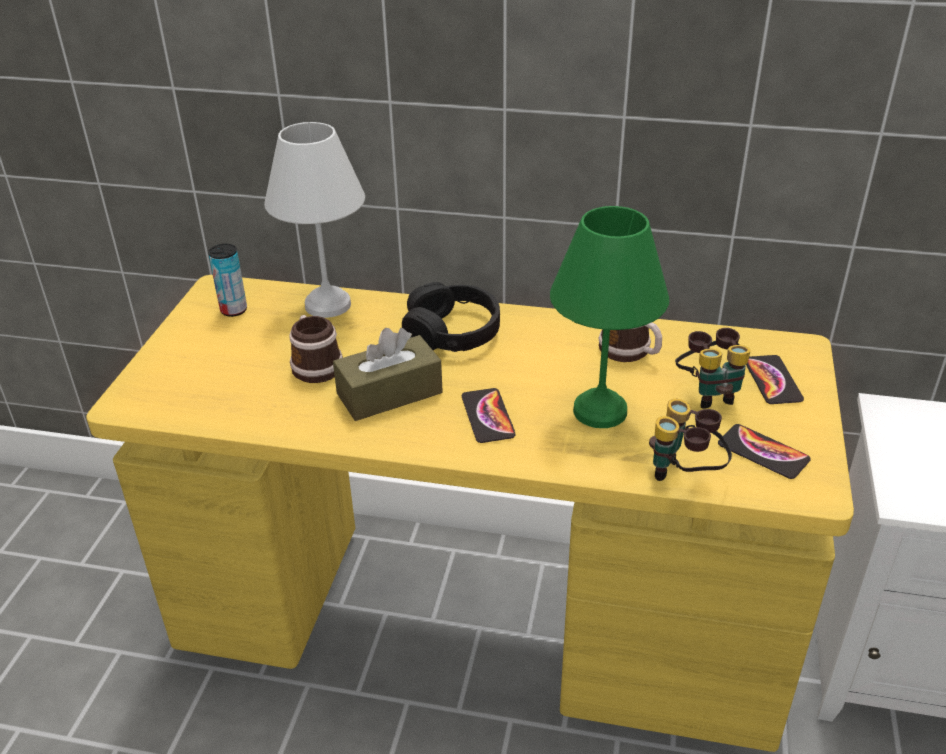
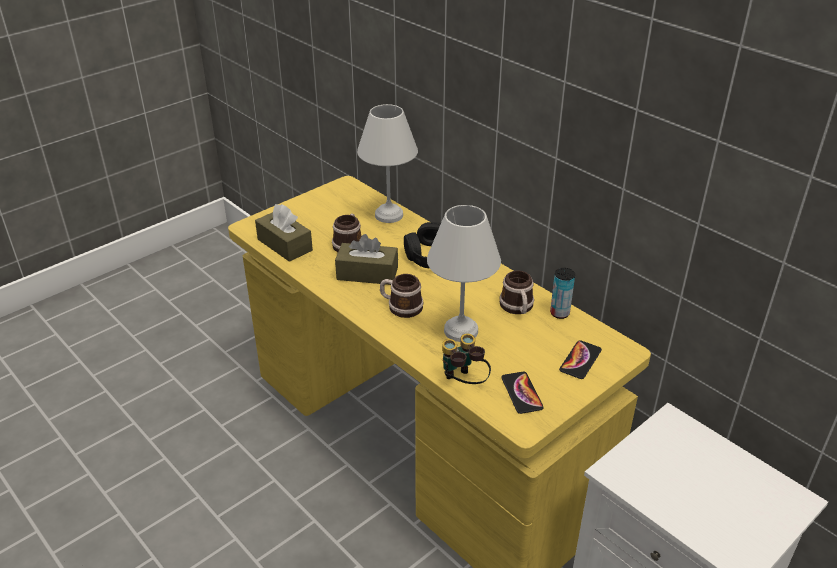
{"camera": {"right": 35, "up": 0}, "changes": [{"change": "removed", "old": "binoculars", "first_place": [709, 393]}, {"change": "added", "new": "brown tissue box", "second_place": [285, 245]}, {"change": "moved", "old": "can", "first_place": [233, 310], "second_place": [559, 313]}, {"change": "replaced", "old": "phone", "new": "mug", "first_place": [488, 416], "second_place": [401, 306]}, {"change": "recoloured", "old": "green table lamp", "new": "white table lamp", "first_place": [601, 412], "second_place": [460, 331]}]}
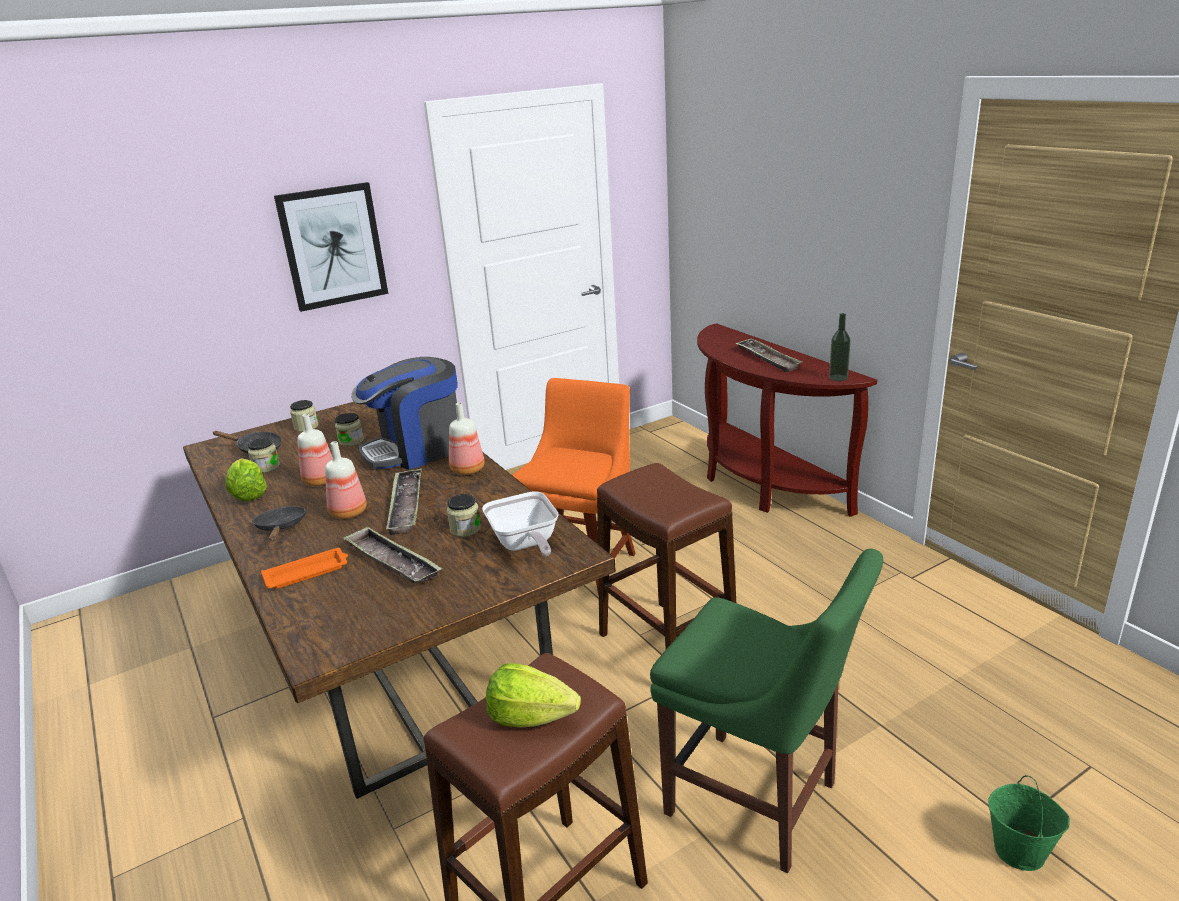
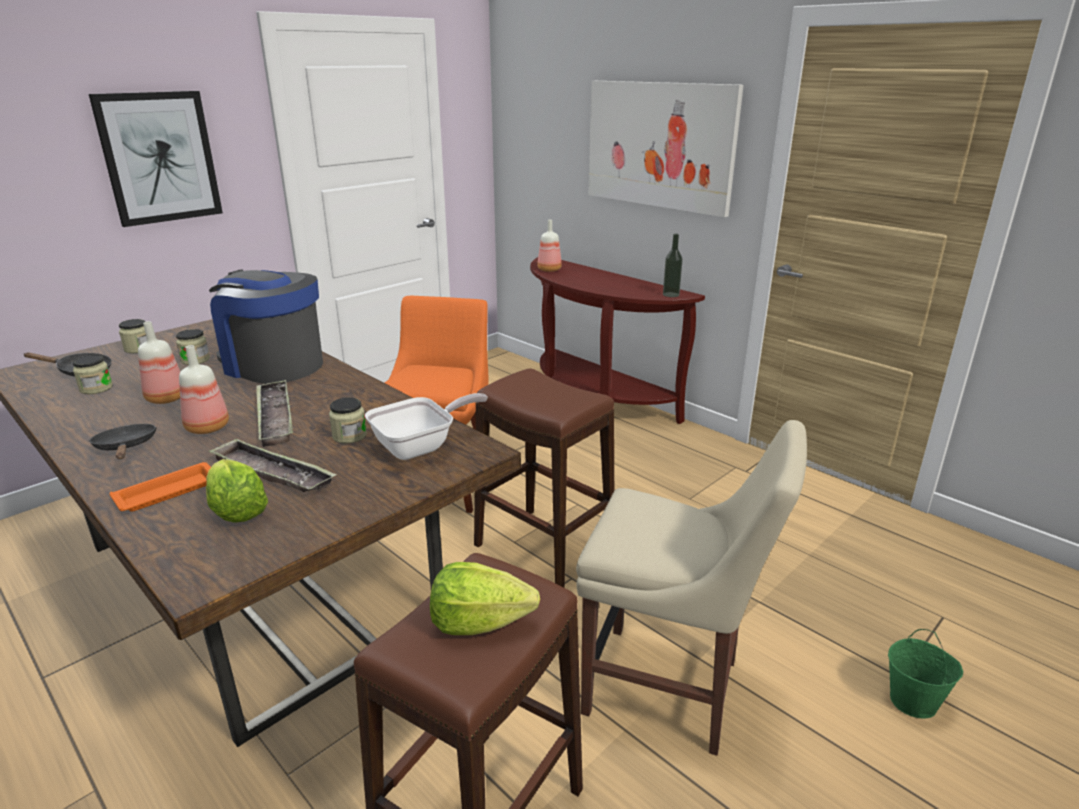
{"camera": {"right": -15, "up": 0}, "changes": [{"change": "removed", "old": "tray", "first_place": [767, 359]}, {"change": "added", "new": "picture", "second_place": [659, 145]}, {"change": "moved", "old": "lettuce", "first_place": [249, 494], "second_place": [237, 510]}, {"change": "moved", "old": "bottle", "first_place": [467, 470], "second_place": [549, 270]}, {"change": "recoloured", "old": "green chair", "new": "beige chair", "first_place": [758, 802], "second_place": [670, 689]}, {"change": "turned", "old": "coffee machine", "first_place": [416, 450], "second_place": [273, 365], "degrees": 75}, {"change": "turned", "old": "frying pan", "first_place": [525, 544], "second_place": [421, 446], "degrees": -90}]}
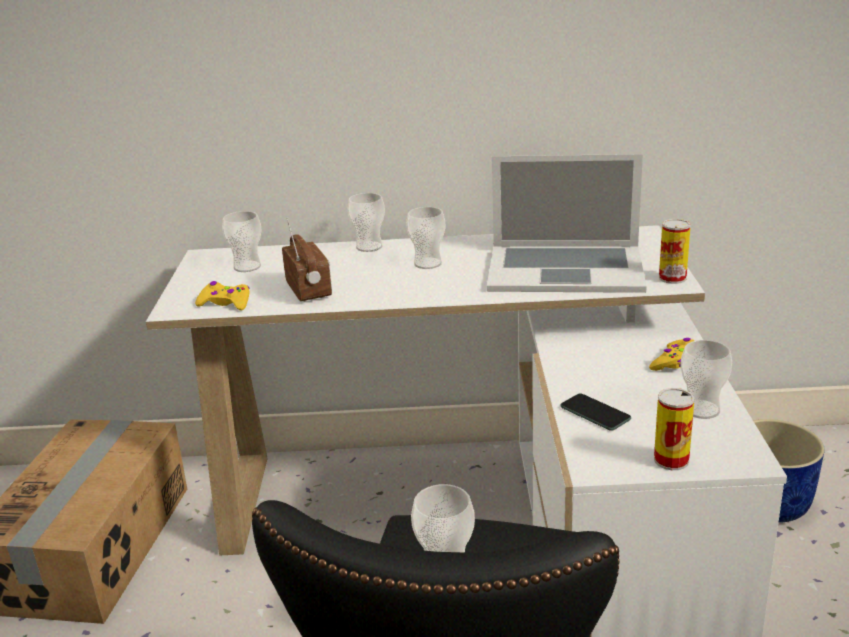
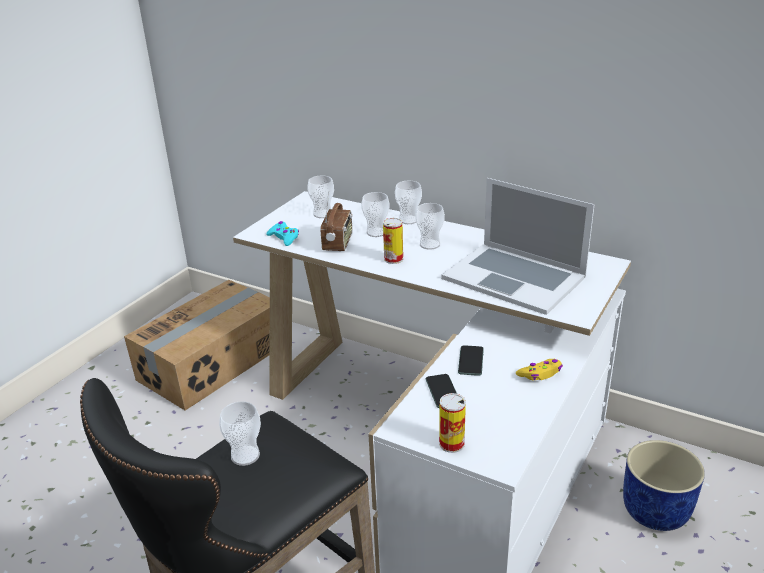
{"camera": {"right": 30, "up": 5}, "changes": [{"change": "added", "new": "phone", "second_place": [471, 361]}, {"change": "moved", "old": "can", "first_place": [672, 278], "second_place": [393, 259]}, {"change": "moved", "old": "cup", "first_place": [701, 410], "second_place": [376, 232]}, {"change": "recoloured", "old": "yellow game controller", "new": "turquoise game controller", "first_place": [225, 303], "second_place": [284, 238]}]}
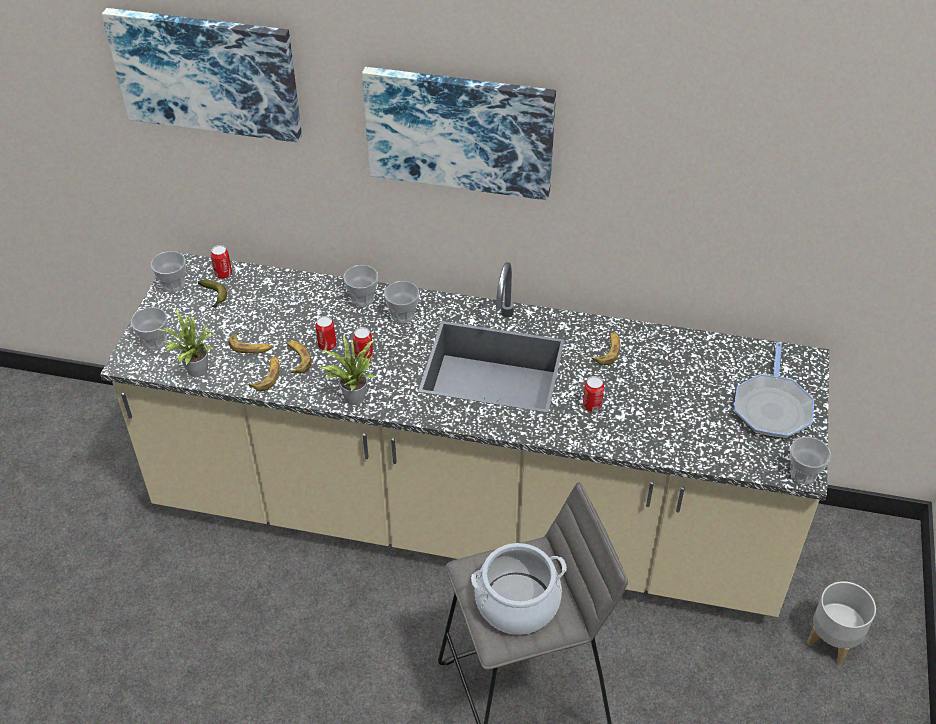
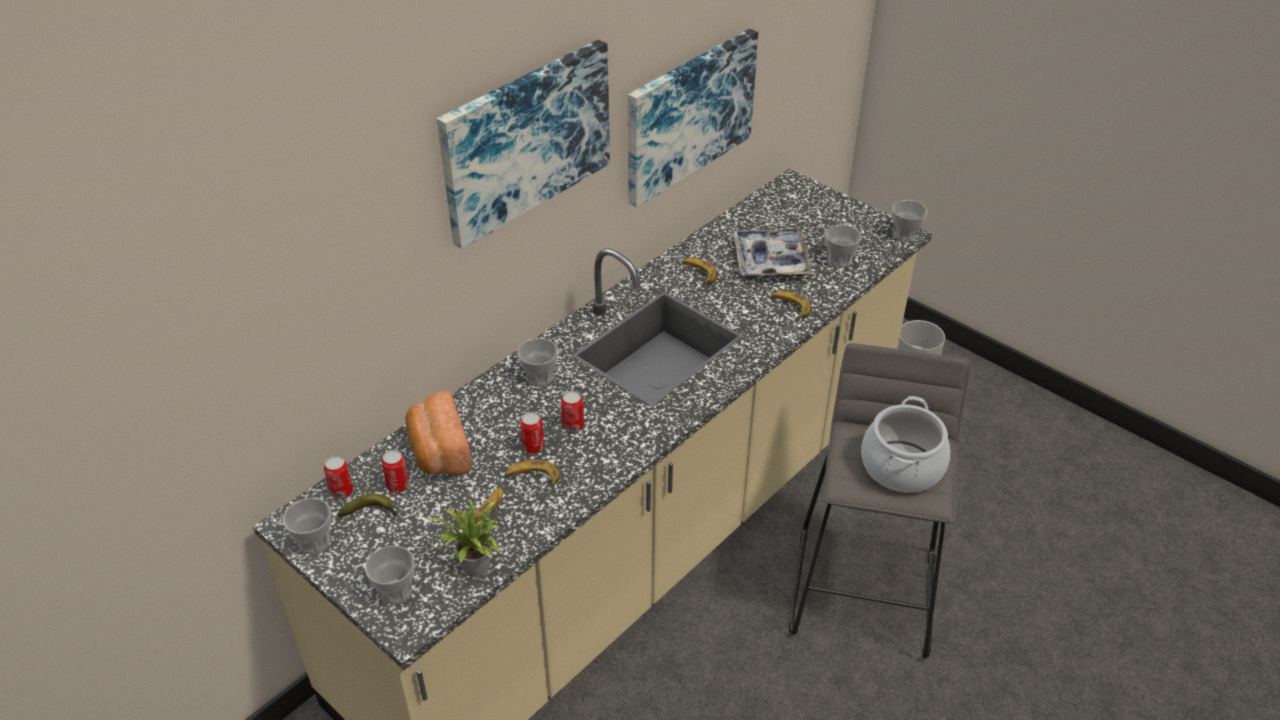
{"camera": {"right": -60, "up": -5}, "changes": [{"change": "removed", "old": "potted plant", "first_place": [352, 395]}, {"change": "removed", "old": "frying pan", "first_place": [772, 407]}, {"change": "added", "new": "bread", "second_place": [439, 451]}, {"change": "added", "new": "tray", "second_place": [771, 260]}, {"change": "moved", "old": "picture", "first_place": [207, 72], "second_place": [688, 114]}, {"change": "moved", "old": "banana", "first_place": [267, 376], "second_place": [790, 307]}, {"change": "moved", "old": "cup", "first_place": [362, 298], "second_place": [839, 260]}, {"change": "moved", "old": "can", "first_place": [592, 406], "second_place": [398, 485]}]}
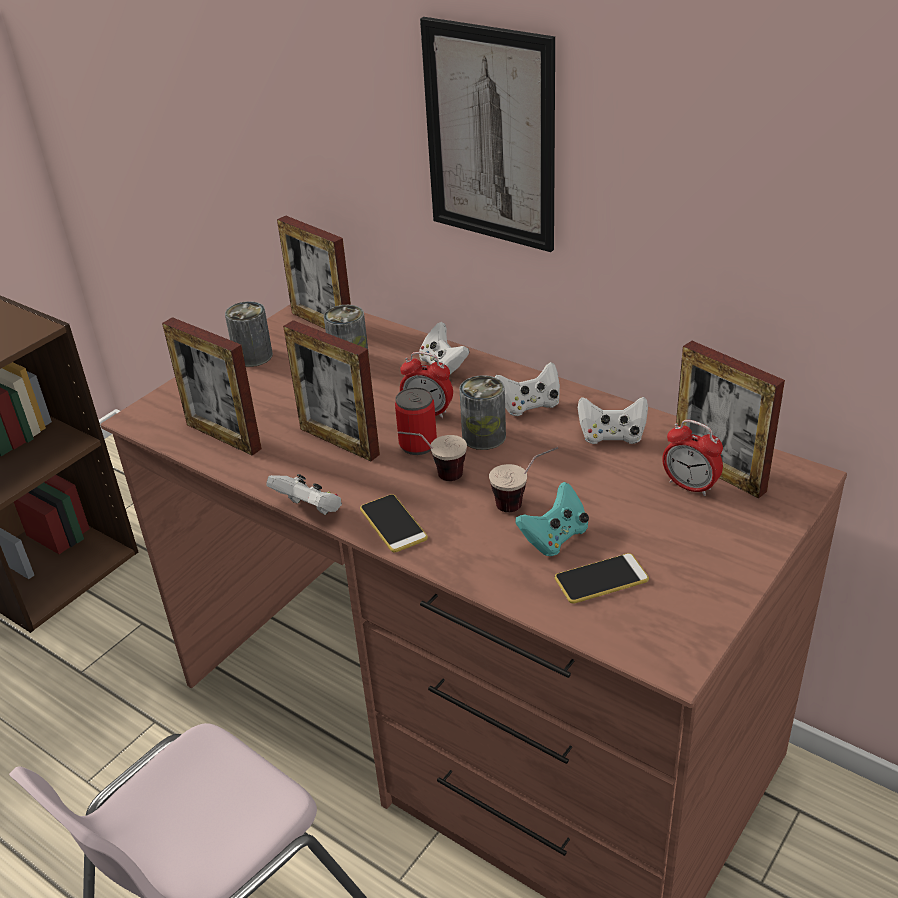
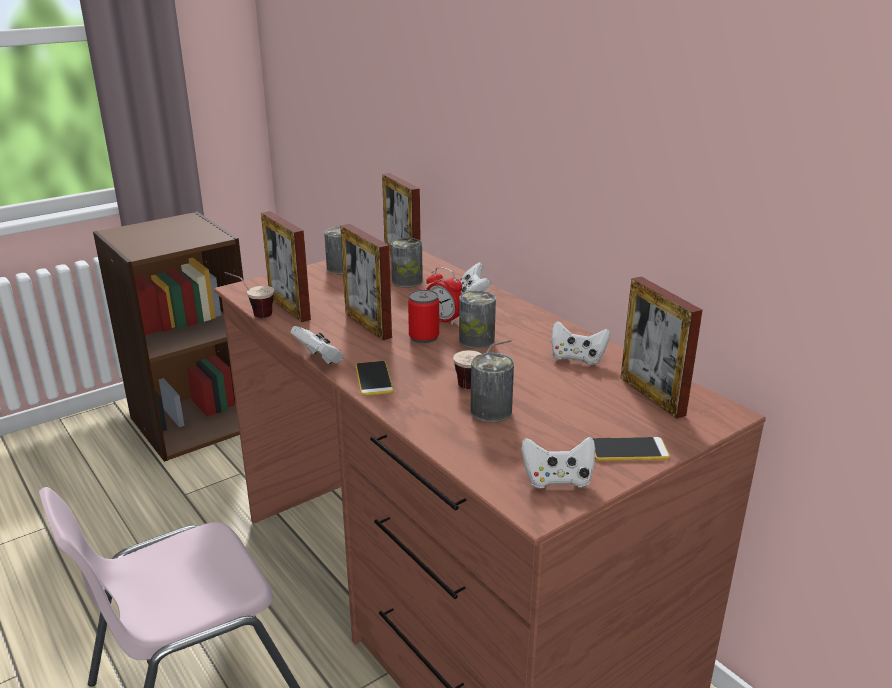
{"camera": {"right": 15, "up": -10}, "changes": [{"change": "removed", "old": "picture", "first_place": [490, 136]}, {"change": "removed", "old": "alarm clock", "first_place": [690, 486]}, {"change": "moved", "old": "cup", "first_place": [435, 476], "second_place": [252, 314]}, {"change": "moved", "old": "white game controller", "first_place": [529, 405], "second_place": [557, 480]}, {"change": "moved", "old": "phone", "first_place": [601, 579], "second_place": [628, 450]}, {"change": "replaced", "old": "turquoise game controller", "new": "can", "first_place": [554, 538], "second_place": [491, 411]}]}
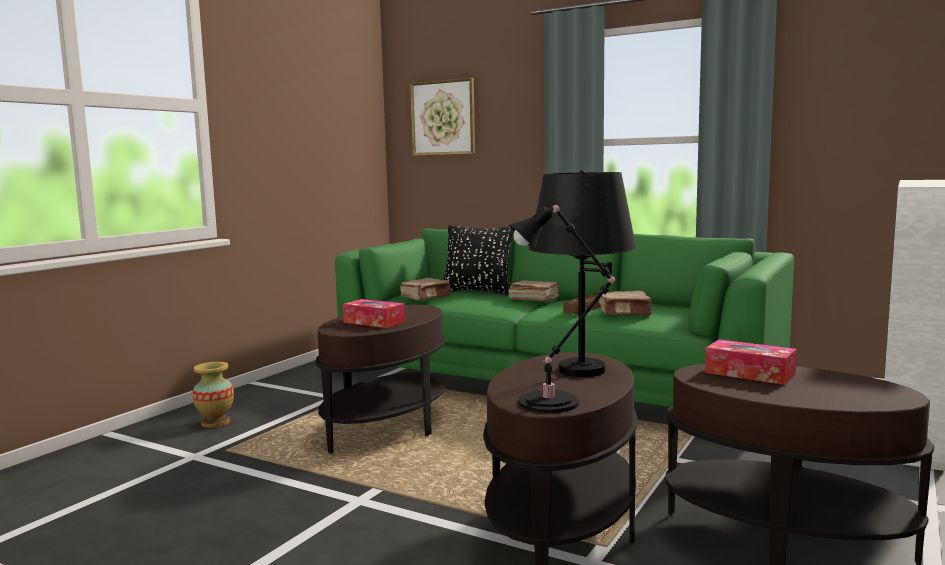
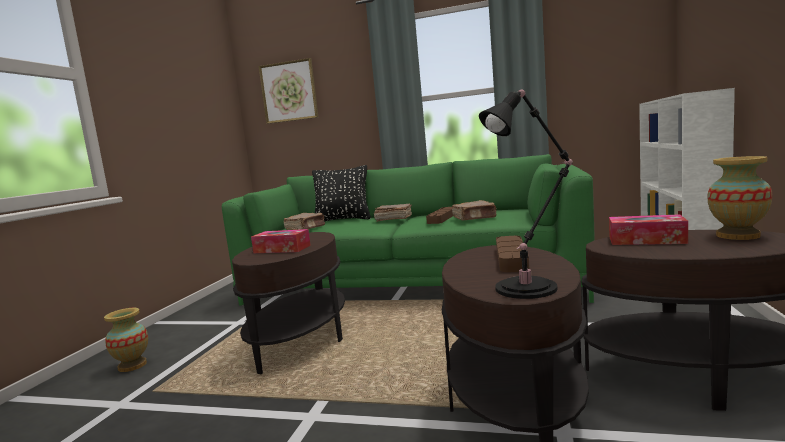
{"camera": {"right": -15, "up": 0}, "changes": [{"change": "added", "new": "vase", "second_place": [738, 236]}, {"change": "replaced", "old": "black table lamp", "new": "brown tray", "first_place": [581, 370], "second_place": [511, 258]}]}
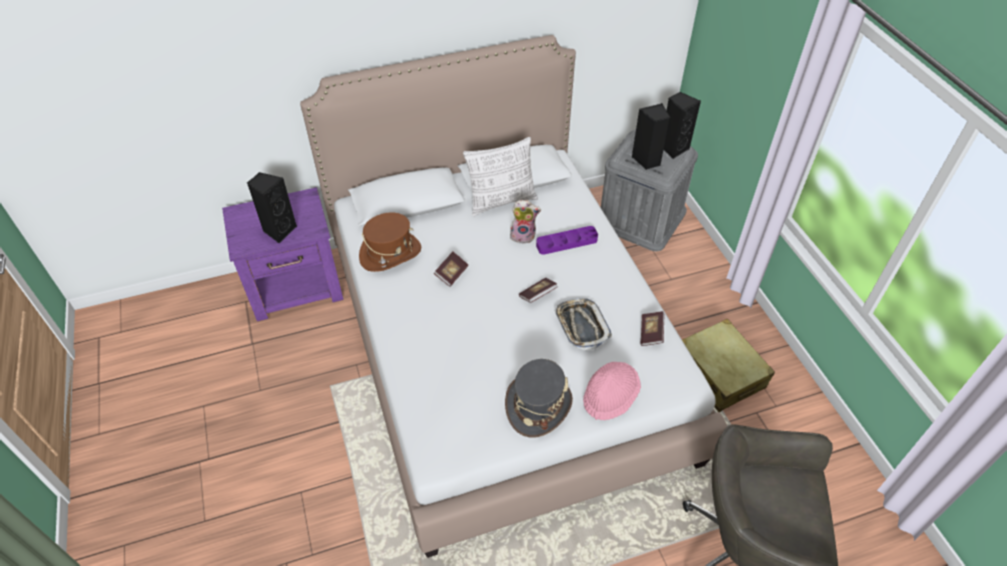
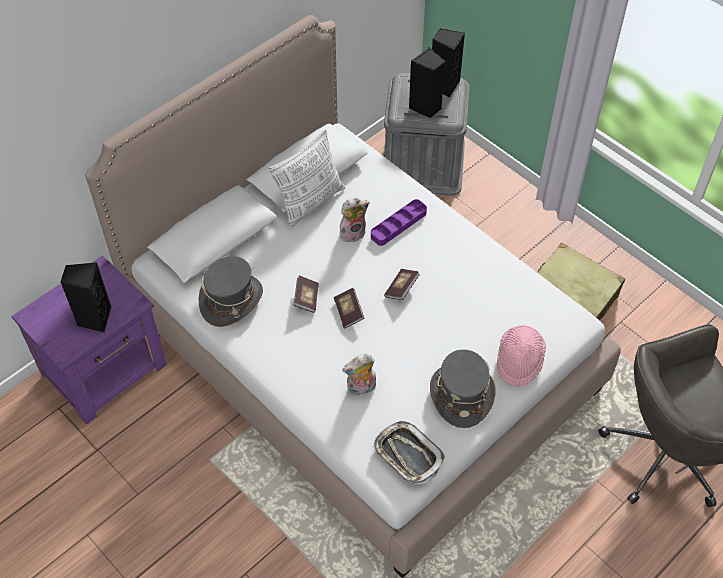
{"camera": {"right": -25, "up": 5}, "changes": [{"change": "added", "new": "plush toy", "second_place": [361, 388]}, {"change": "moved", "old": "tray", "first_place": [581, 326], "second_place": [407, 455]}, {"change": "moved", "old": "book", "first_place": [651, 333], "second_place": [348, 312]}, {"change": "recoloured", "old": "brown hat", "new": "grey hat", "first_place": [390, 253], "second_place": [231, 300]}]}
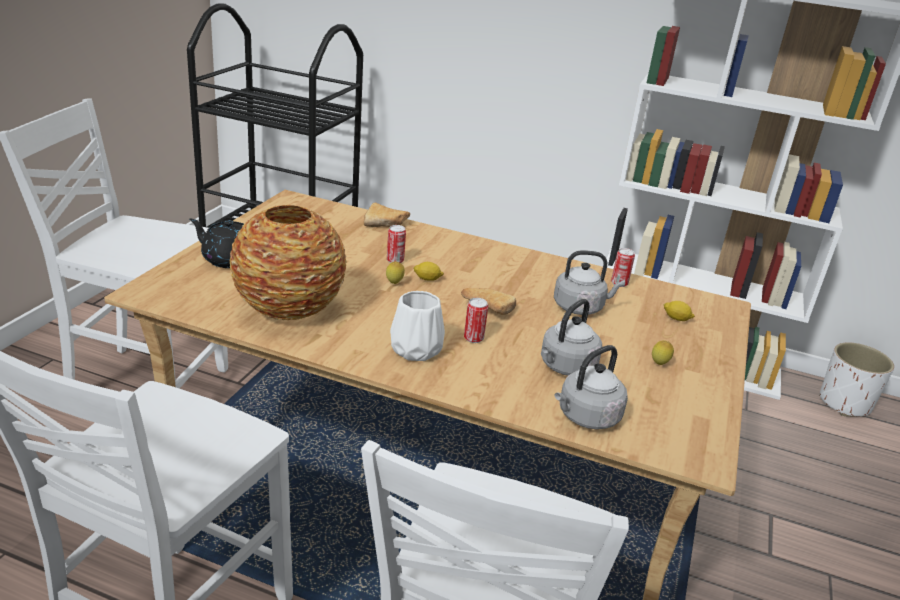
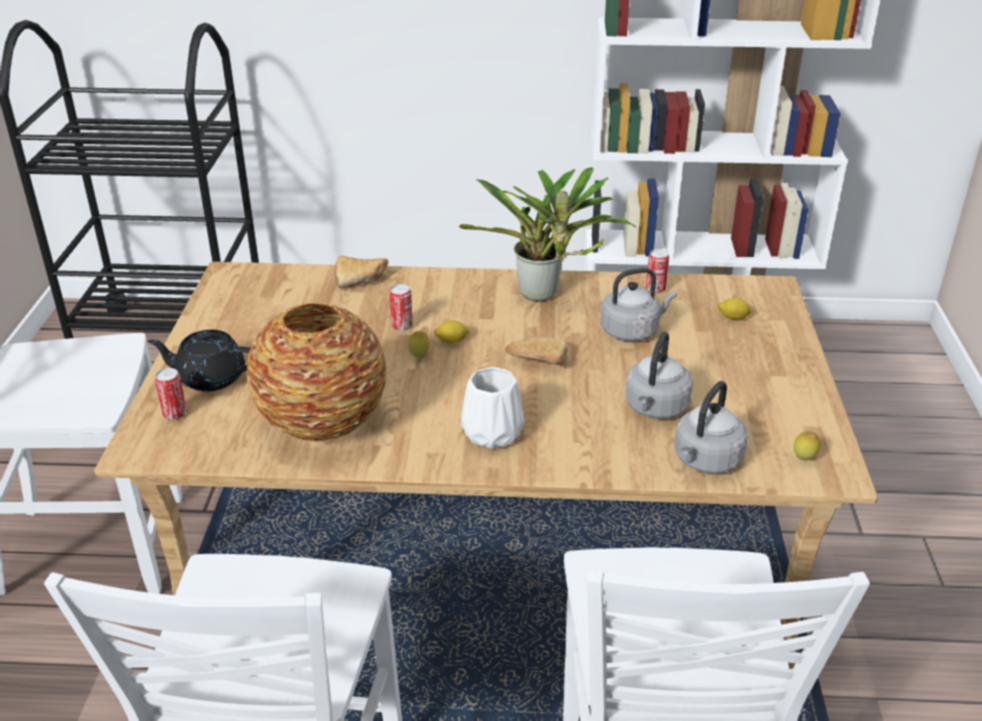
{"camera": {"right": -15, "up": 5}, "changes": [{"change": "removed", "old": "white planter", "first_place": [845, 403]}, {"change": "added", "new": "potted plant", "second_place": [543, 295]}, {"change": "moved", "old": "can", "first_place": [473, 338], "second_place": [175, 414]}, {"change": "moved", "old": "lemon", "first_place": [659, 364], "second_place": [803, 459]}]}
